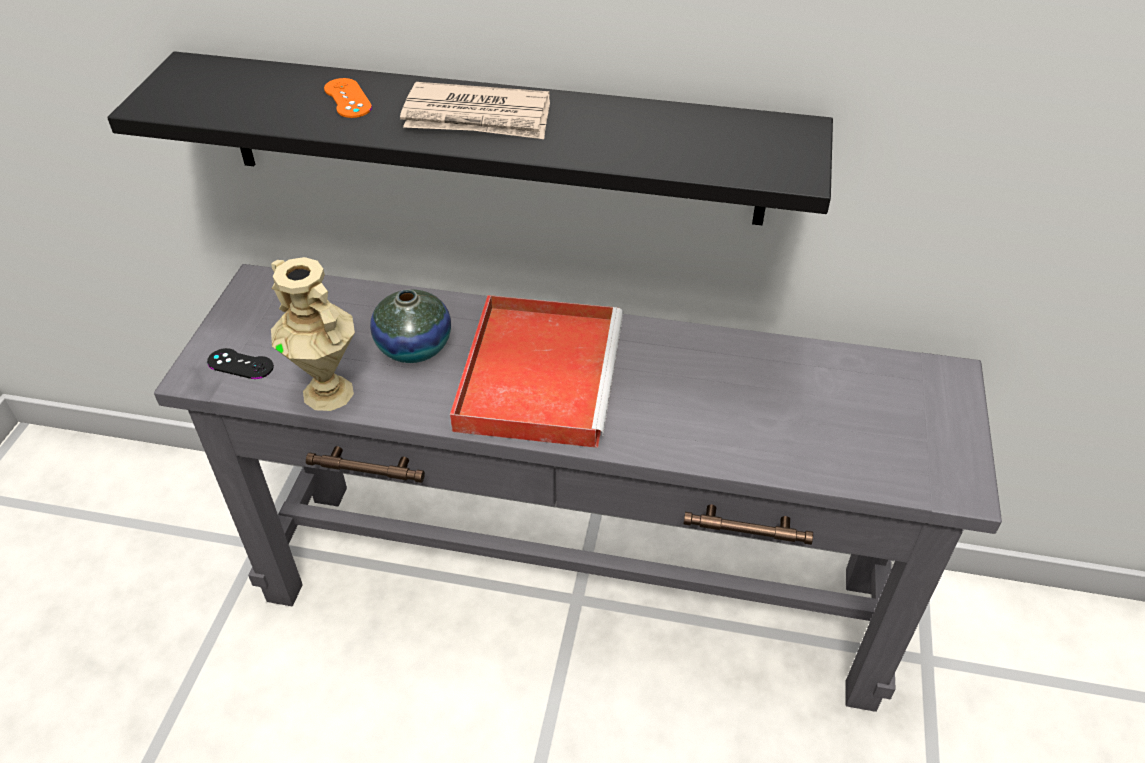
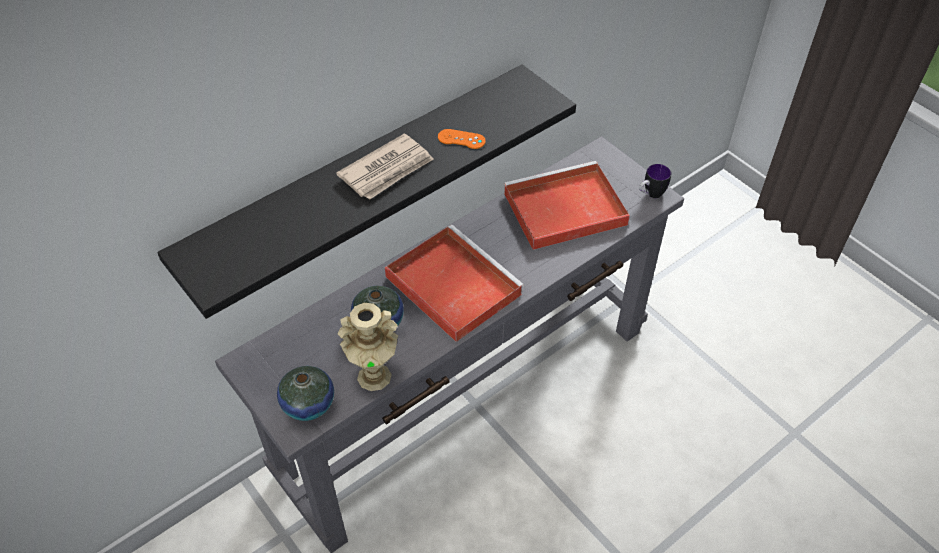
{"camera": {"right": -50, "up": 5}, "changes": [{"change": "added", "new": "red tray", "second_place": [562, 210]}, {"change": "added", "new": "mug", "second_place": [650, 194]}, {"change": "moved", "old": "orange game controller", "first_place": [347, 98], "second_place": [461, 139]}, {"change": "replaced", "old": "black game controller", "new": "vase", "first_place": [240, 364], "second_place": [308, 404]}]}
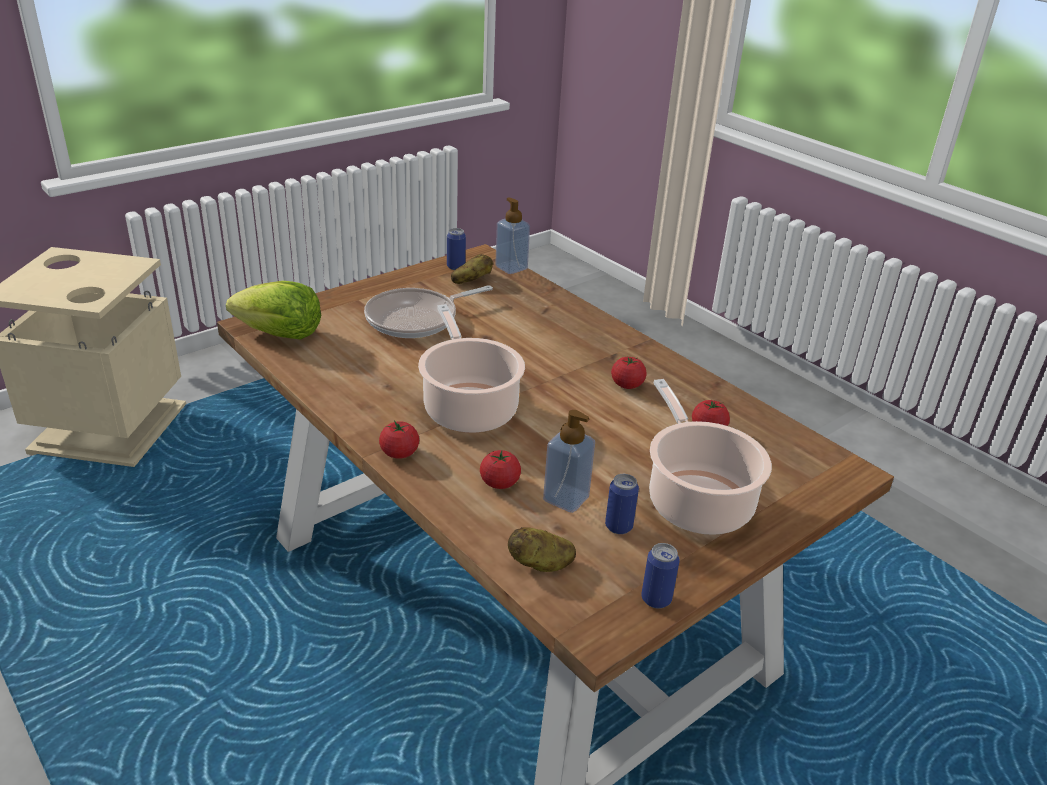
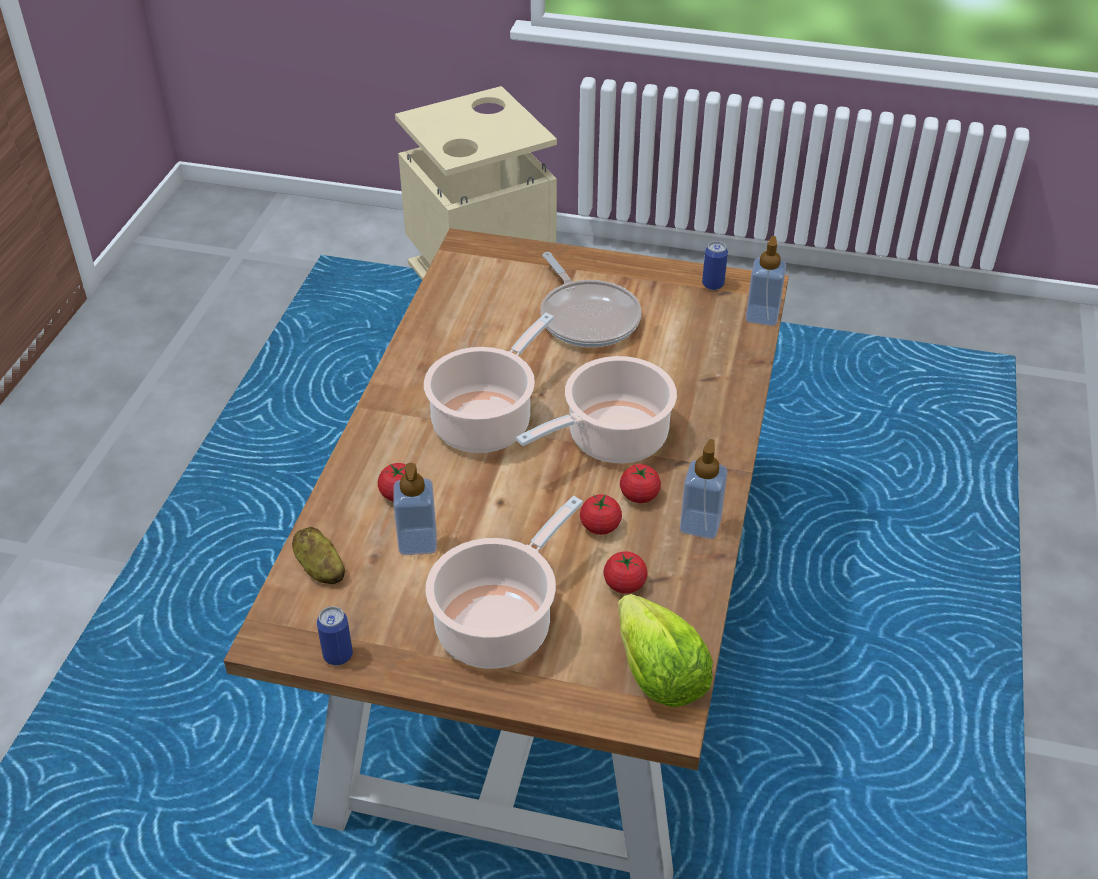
{"camera": {"right": 55, "up": 10}, "changes": [{"change": "removed", "old": "potato", "first_place": [471, 281]}, {"change": "removed", "old": "can", "first_place": [618, 526]}, {"change": "added", "new": "cooking pot", "second_place": [612, 439]}, {"change": "added", "new": "soap dispenser", "second_place": [700, 524]}, {"change": "moved", "old": "lettuce", "first_place": [280, 334], "second_place": [658, 674]}, {"change": "moved", "old": "tomato", "first_place": [399, 453], "second_place": [600, 526]}, {"change": "turned", "old": "frying pan", "first_place": [417, 319], "second_place": [587, 317], "degrees": -135}]}
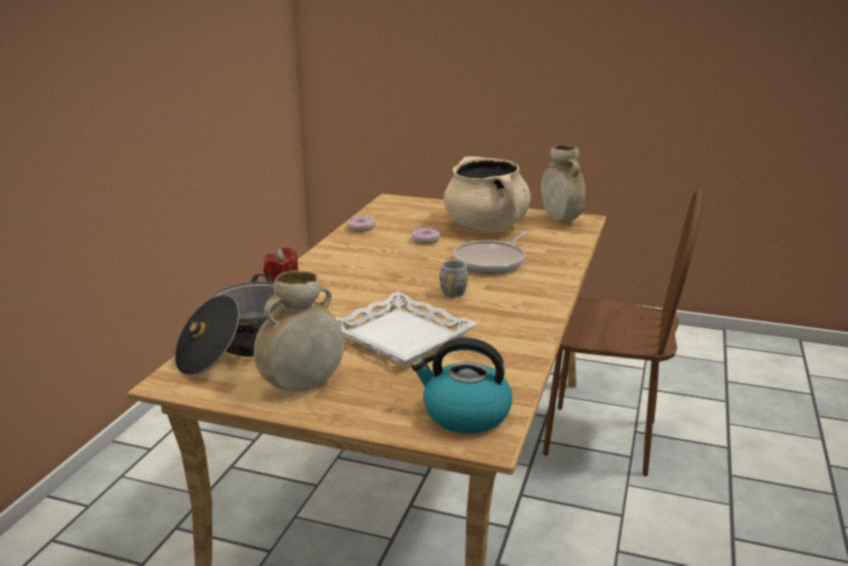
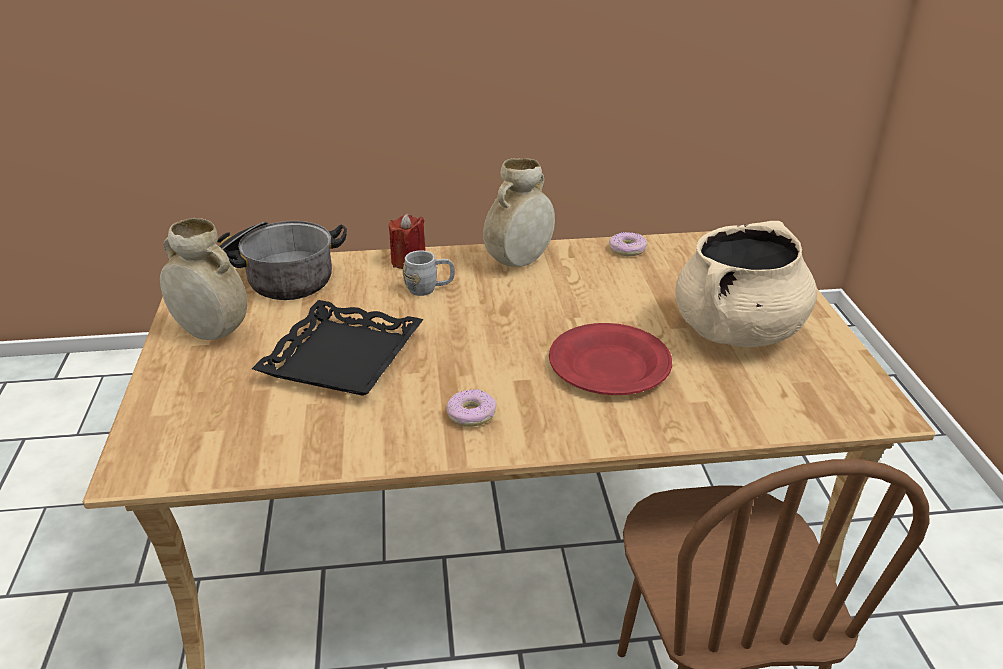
{"camera": {"right": 65, "up": 10}, "changes": [{"change": "removed", "old": "kettle", "first_place": [464, 414]}, {"change": "moved", "old": "donut", "first_place": [425, 240], "second_place": [471, 414]}, {"change": "moved", "old": "grey mug", "first_place": [455, 290], "second_place": [429, 289]}, {"change": "moved", "old": "beige vase", "first_place": [561, 220], "second_place": [519, 262]}, {"change": "replaced", "old": "frying pan", "new": "red plate", "first_place": [492, 262], "second_place": [610, 366]}, {"change": "recoloured", "old": "white tray", "new": "black tray", "first_place": [400, 337], "second_place": [341, 357]}]}
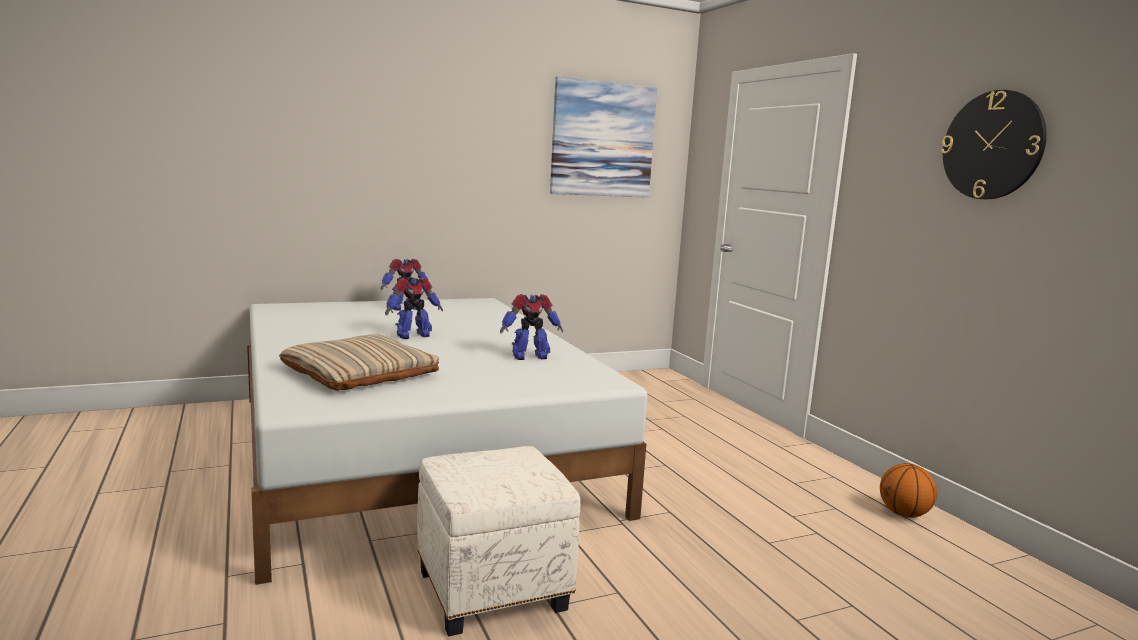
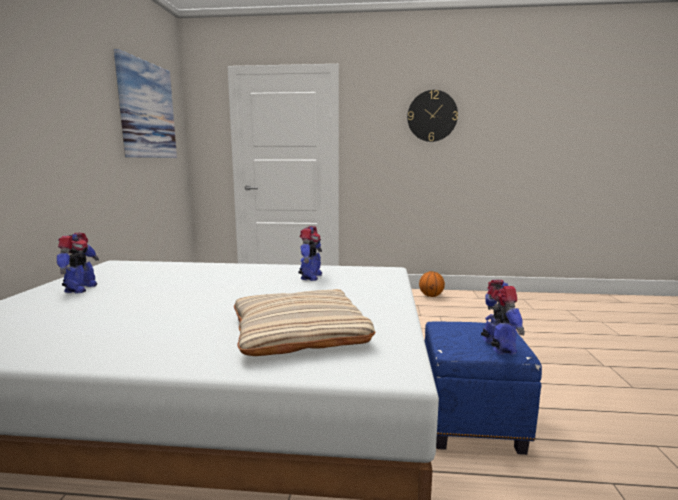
{"camera": {"right": -60, "up": 0}, "changes": [{"change": "moved", "old": "toy robot", "first_place": [412, 335], "second_place": [498, 347]}, {"change": "recoloured", "old": "white ottoman", "new": "blue ottoman", "first_place": [493, 589], "second_place": [470, 421]}]}
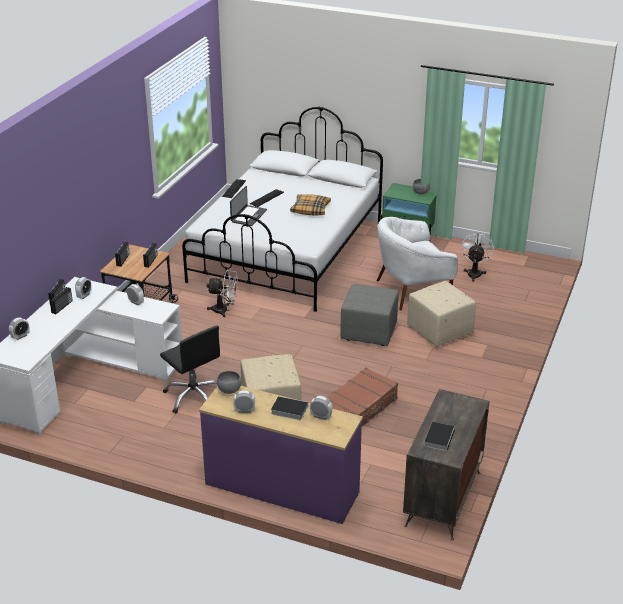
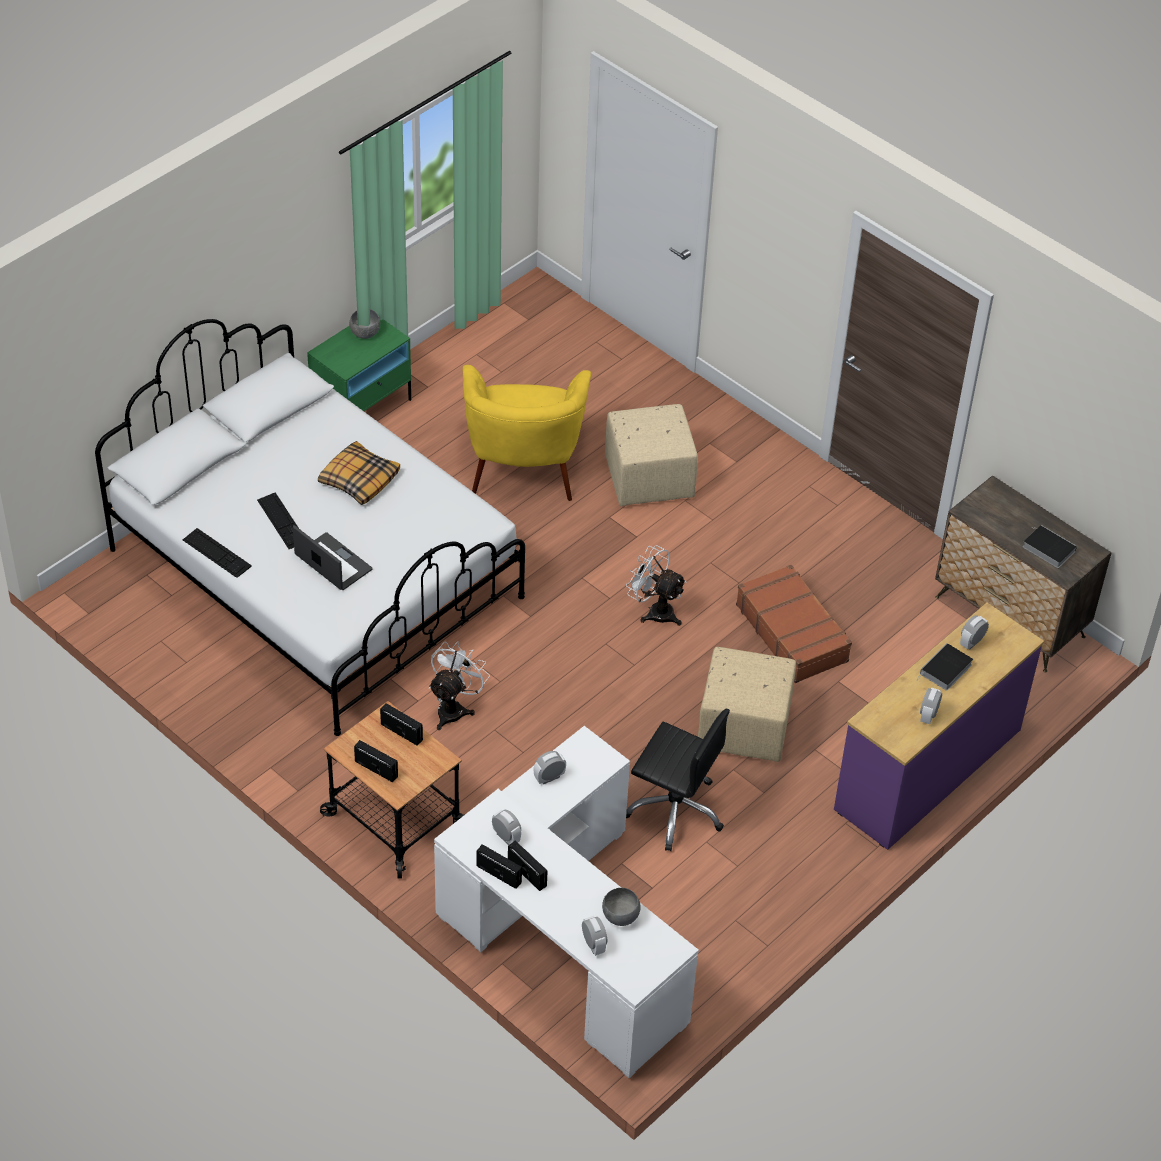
{"camera": {"right": -70, "up": 15}, "changes": [{"change": "removed", "old": "grey ottoman", "first_place": [368, 332]}, {"change": "moved", "old": "grey bowl", "first_place": [229, 390], "second_place": [620, 917]}, {"change": "moved", "old": "white fan", "first_place": [474, 273], "second_place": [655, 611]}, {"change": "recoloured", "old": "white armchair", "new": "yellow armchair", "first_place": [412, 290], "second_place": [523, 466]}, {"change": "turned", "old": "black office chair", "first_place": [194, 396], "second_place": [675, 810], "degrees": 45}]}
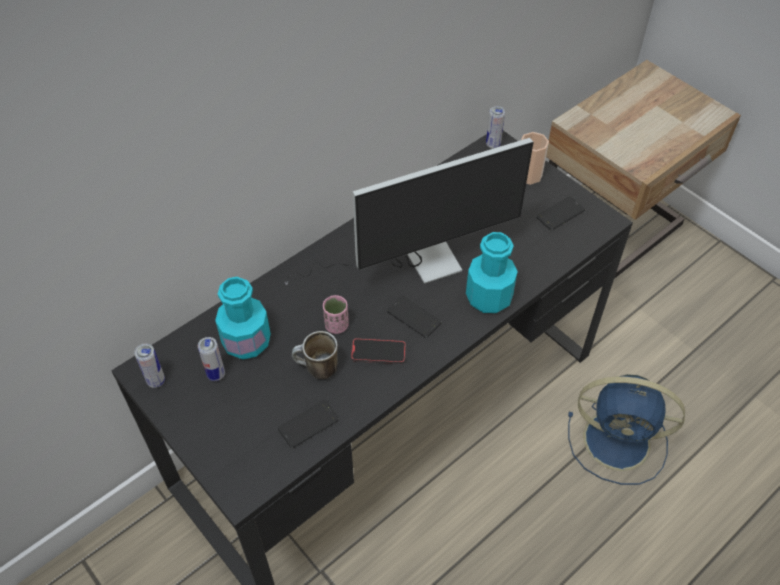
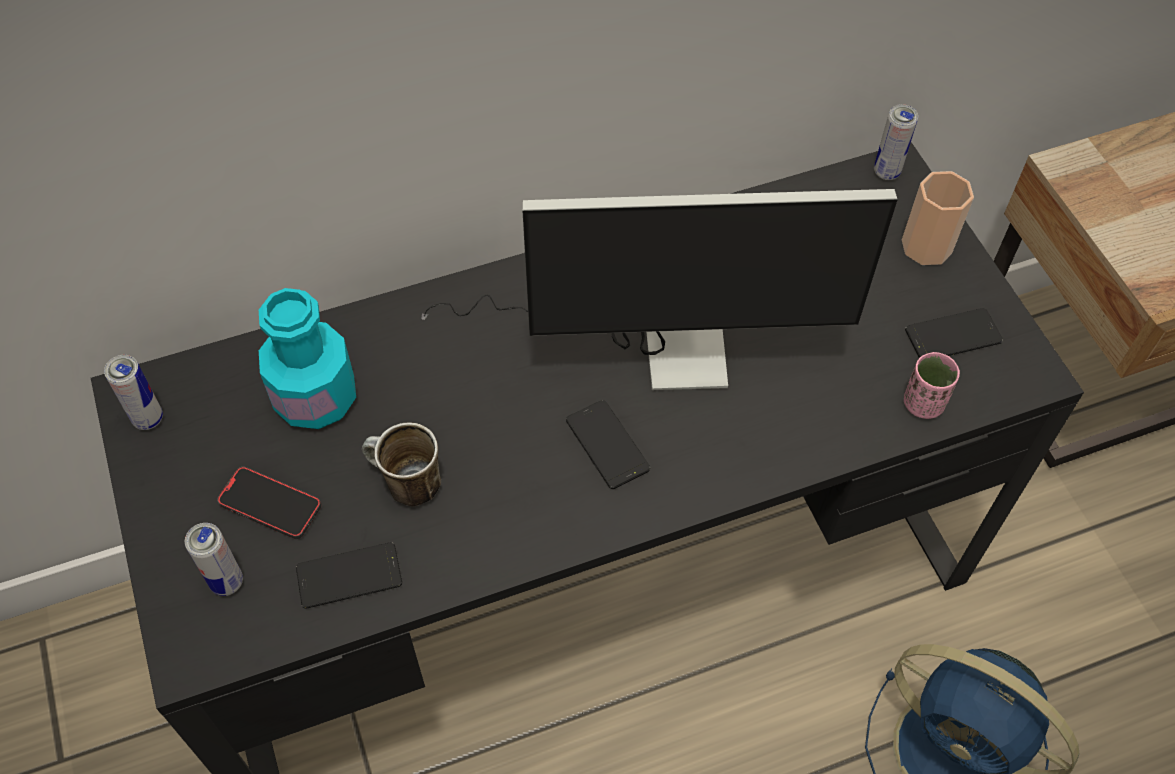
{"camera": {"right": 20, "up": 5}, "changes": [{"change": "removed", "old": "turquoise bottle", "first_place": [488, 297]}, {"change": "moved", "old": "can", "first_place": [216, 375], "second_place": [227, 582]}, {"change": "moved", "old": "pink cup", "first_place": [336, 325], "second_place": [923, 403]}, {"change": "moved", "old": "phone", "first_place": [378, 352], "second_place": [270, 505]}]}
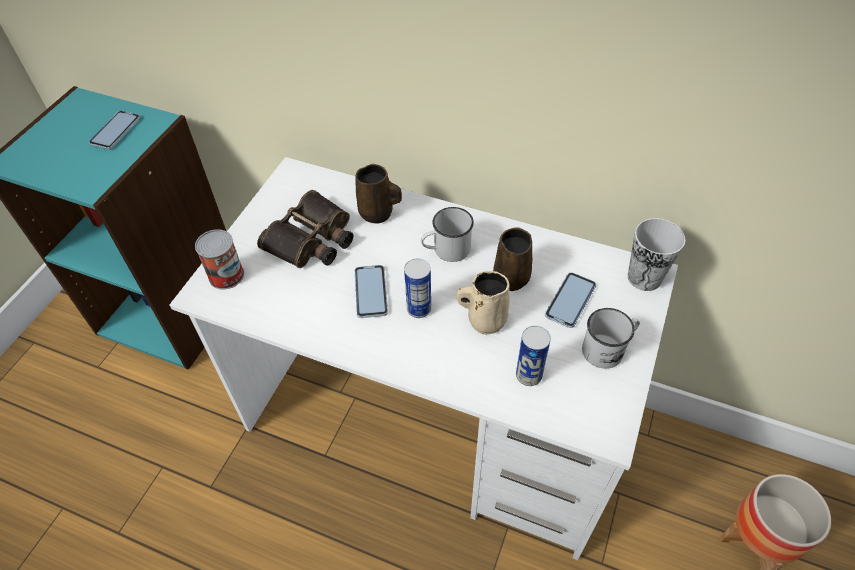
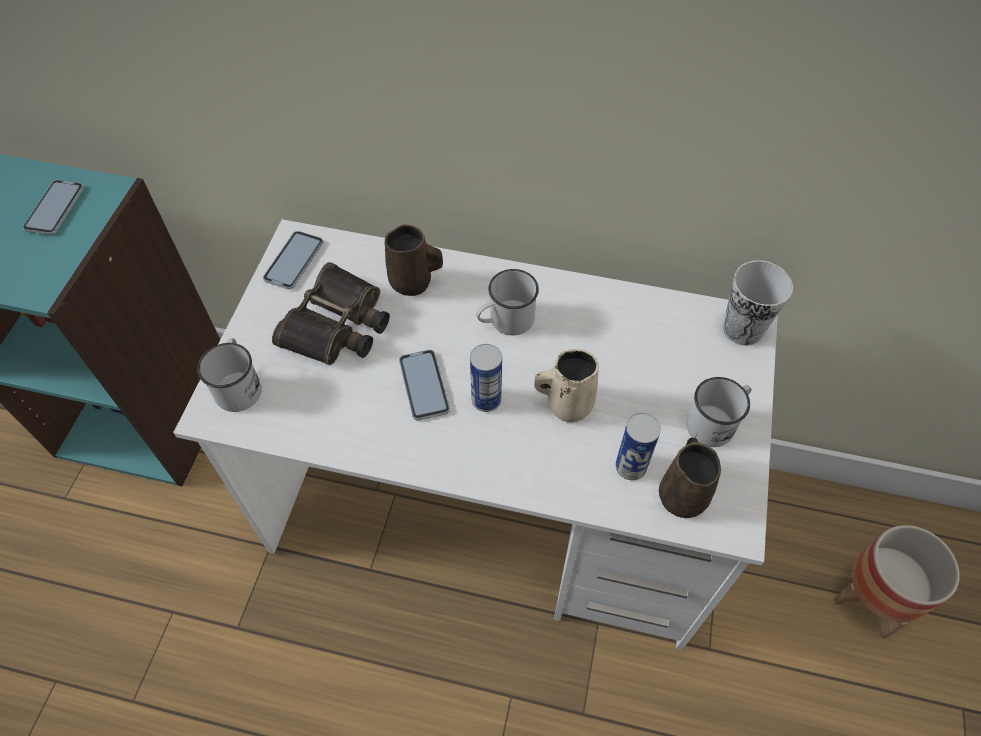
{"camera": {"right": -10, "up": 5}, "changes": [{"change": "moved", "old": "brown mug", "first_place": [512, 276], "second_place": [682, 494]}, {"change": "moved", "old": "phone", "first_place": [570, 301], "second_place": [294, 261]}, {"change": "replaced", "old": "can", "new": "white mug", "first_place": [226, 275], "second_place": [239, 385]}]}
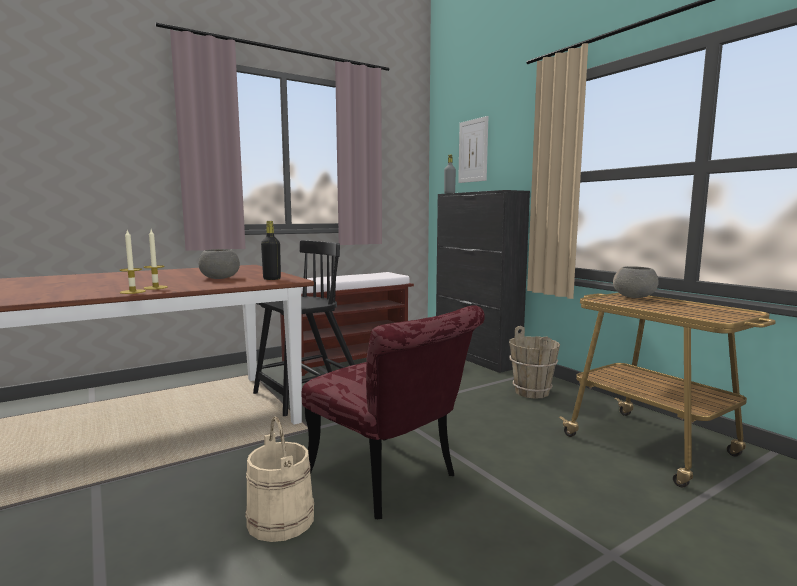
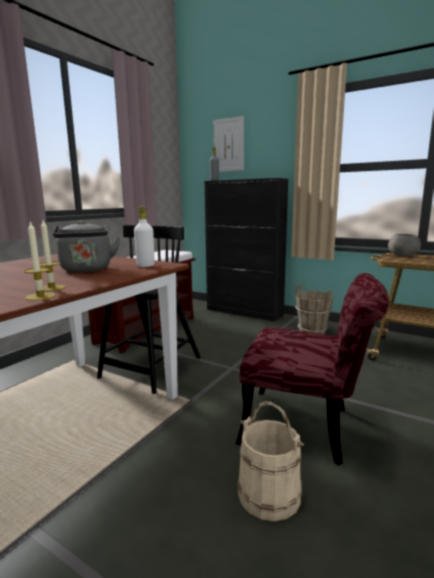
{"camera": {"right": -25, "up": 5}, "changes": [{"change": "replaced", "old": "grey bowl", "new": "grey kettle", "first_place": [219, 278], "second_place": [87, 269]}, {"change": "recoloured", "old": "black bottle", "new": "white bottle", "first_place": [272, 279], "second_place": [145, 265]}]}
